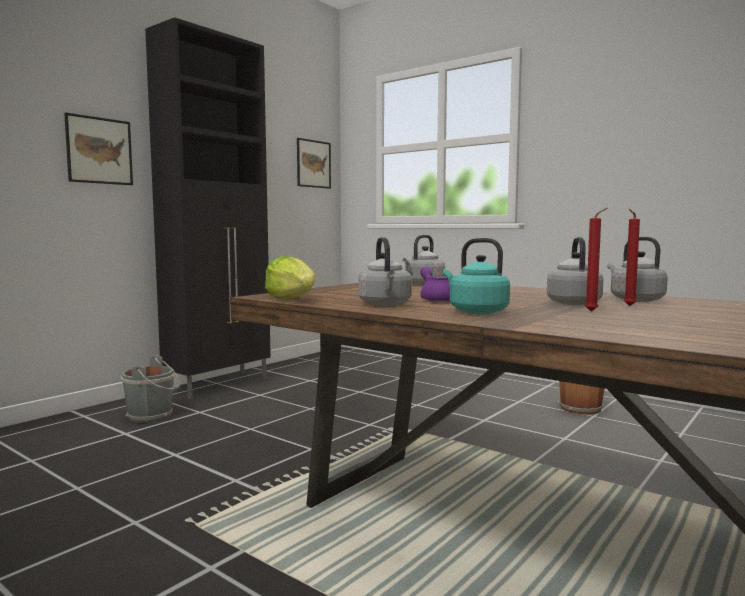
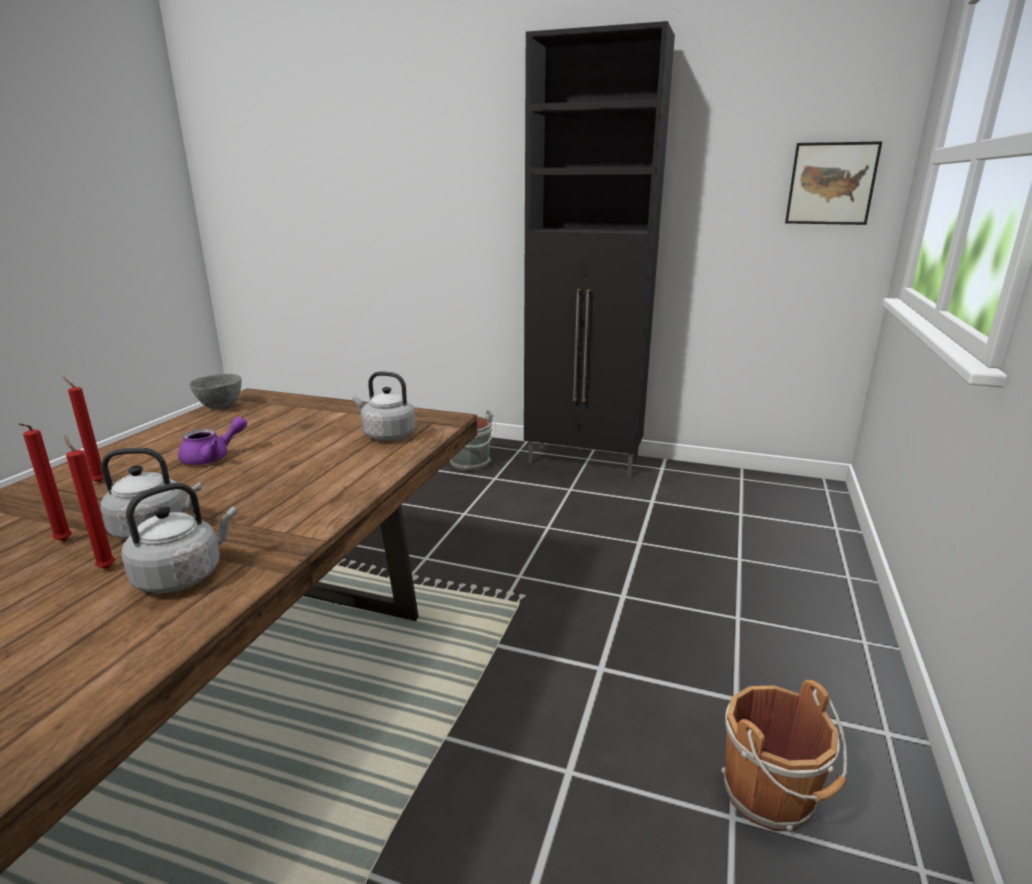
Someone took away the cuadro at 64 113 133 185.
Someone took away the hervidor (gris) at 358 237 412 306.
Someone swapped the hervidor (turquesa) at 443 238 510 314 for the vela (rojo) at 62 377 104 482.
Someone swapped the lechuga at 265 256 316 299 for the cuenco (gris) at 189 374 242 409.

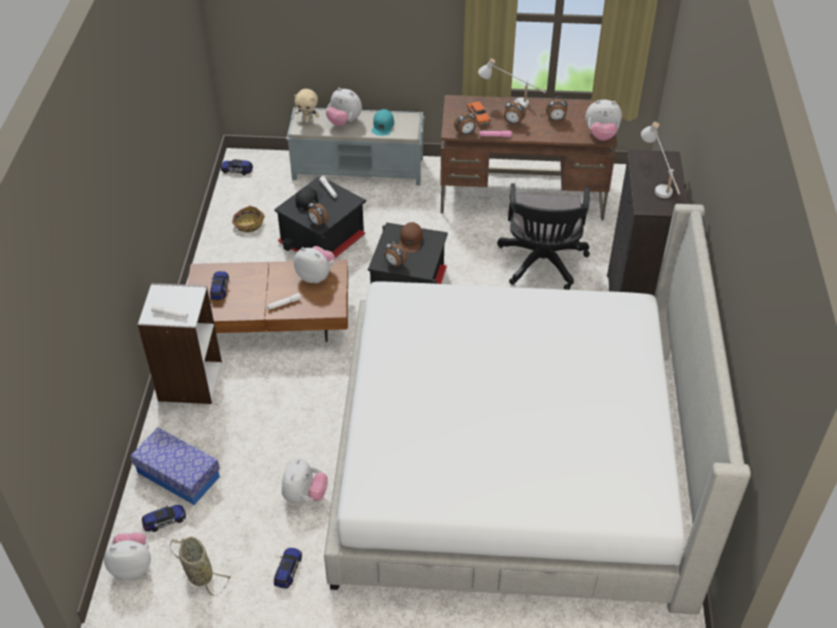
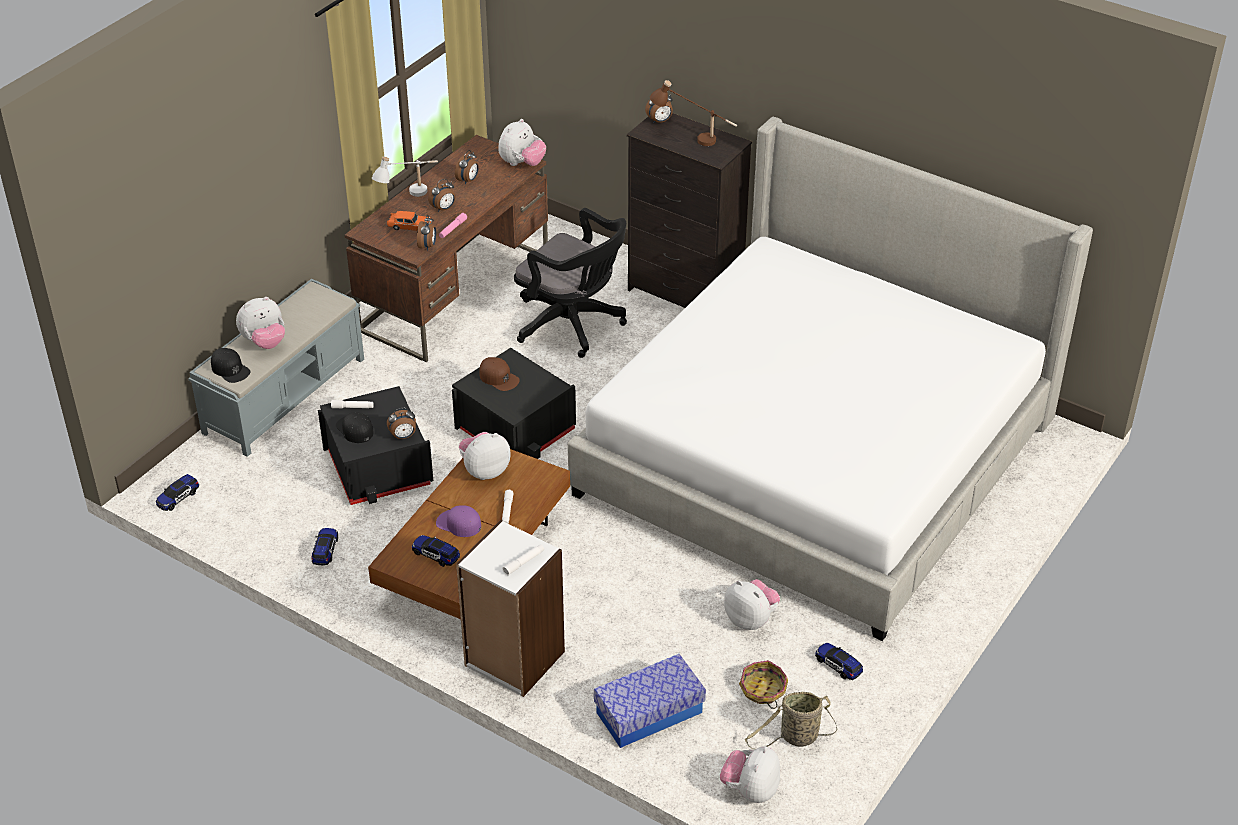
Someone swapped the peluche (beis) at 294 89 320 123 for the gorra (negro) at 211 348 251 383.
Someone took away the gorra (turquesa) at 372 109 394 136.
Someone repainted the lámpara de mesa (blanco) at 641 122 680 198, which became the lámpara de mesa (marrón) at 650 80 737 146.
Someone carried the cesta from 232 206 265 233 to 739 660 788 709.
Someone carried the despertador from 384 241 407 267 to 645 95 673 123.
Someone carried the coche de juguete from 142 505 186 532 to 312 528 338 565.
Someone put down the gorra (morado) at 436 505 481 537.

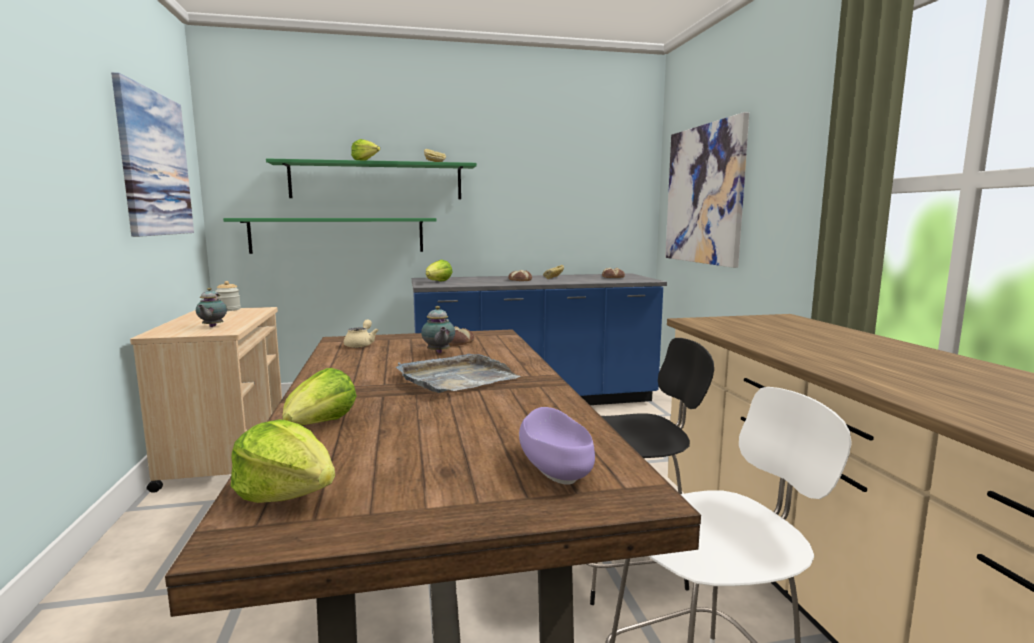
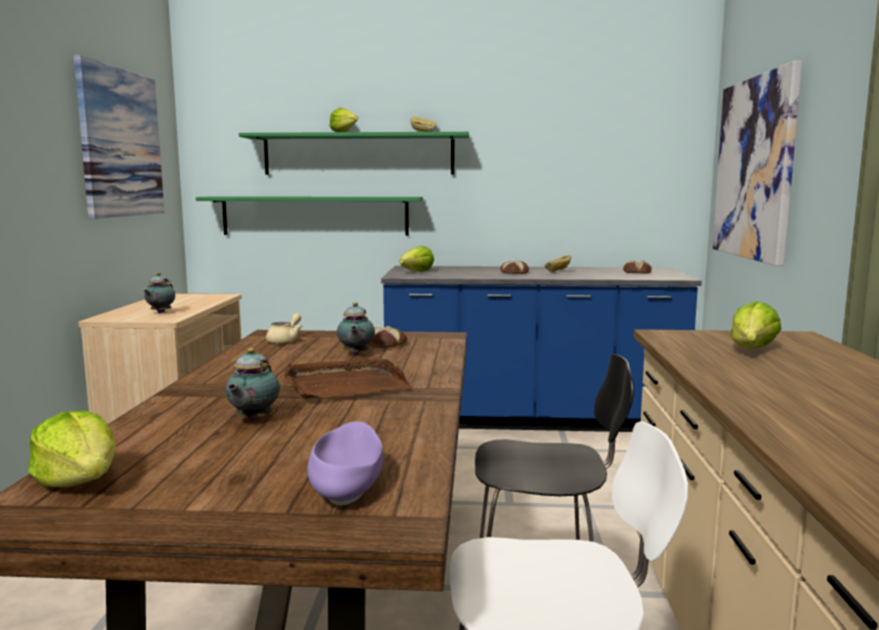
Someone took away the tarro at 215 281 241 311.
Someone repainted the bandeja (gris) at 395 354 520 393, which became the bandeja (marrón) at 284 358 412 399.
Someone carried the lechuga from 282 368 357 425 to 730 301 781 348.
Someone put down the tetera at 225 348 280 422.

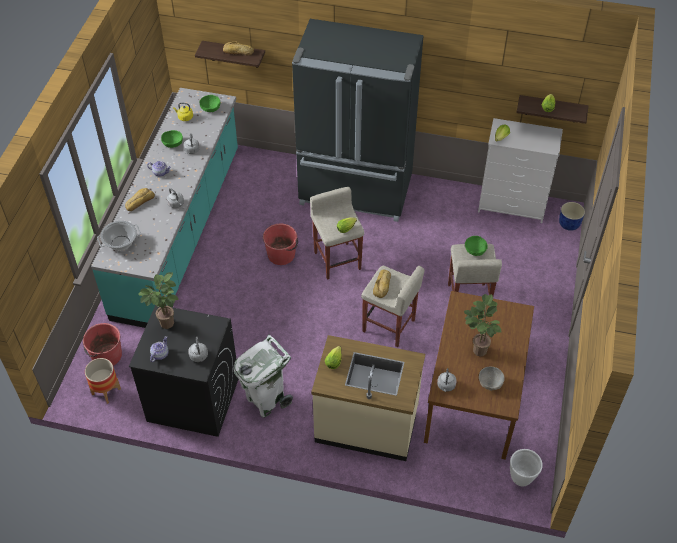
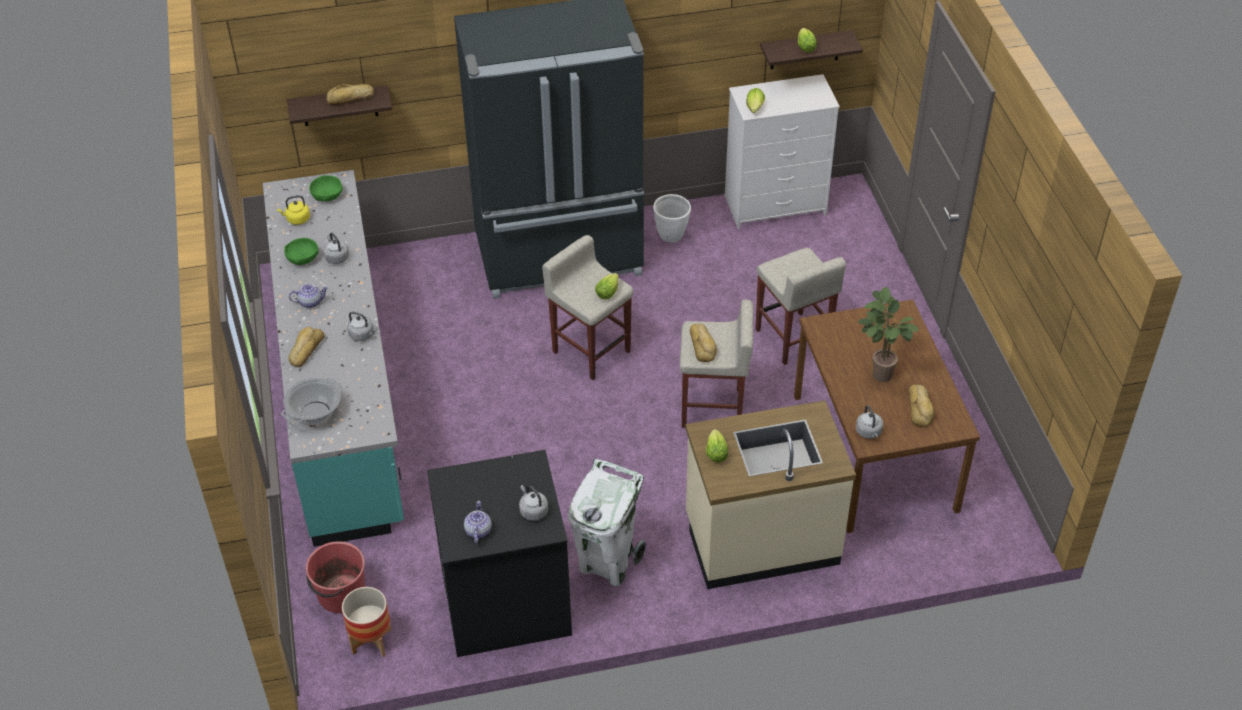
Someone took away the maceta (azul) at 559 202 585 231.
Someone took away the cubo (rojo) at 263 224 298 265.
Someone took away the cuenco (verde) at 465 236 487 256.
Someone took away the planta en maceta at 138 272 178 329.
Someone swapped the cuenco (gris) at 479 367 505 391 for the pan at 909 385 934 427.
Someone carried the maceta (blanco) from 510 449 543 487 to 653 194 691 242.

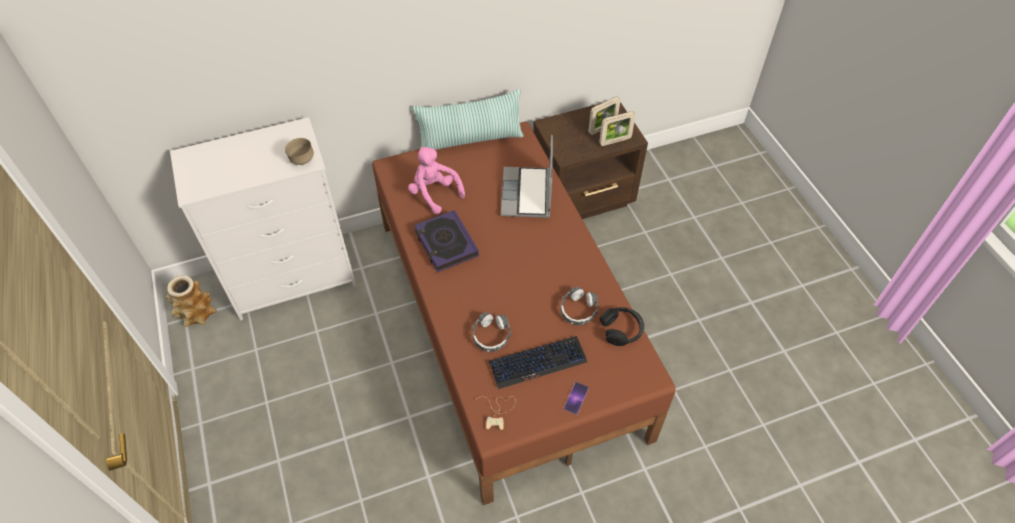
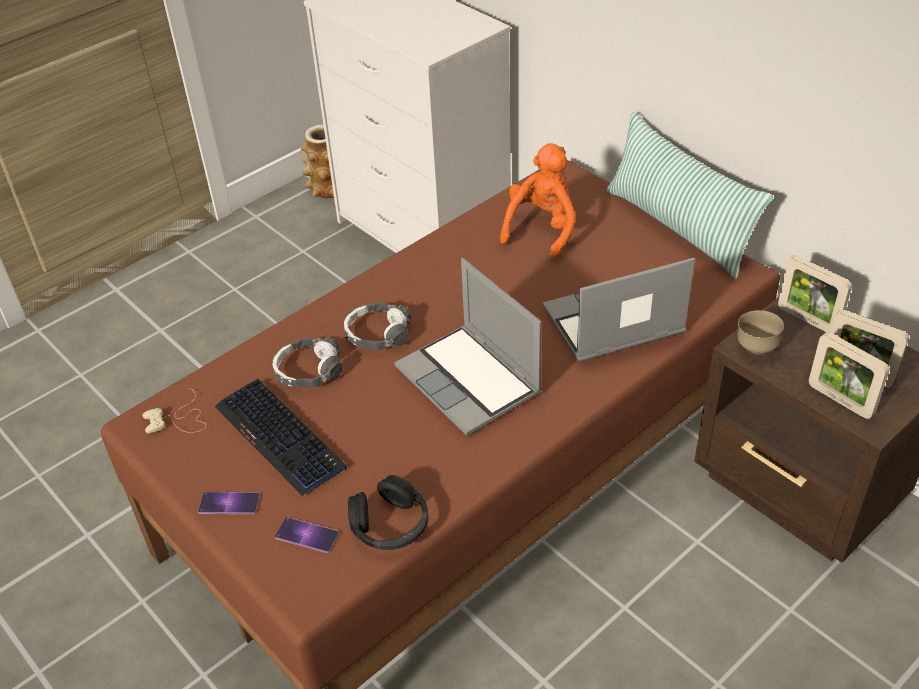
Someone carried the cuenco (marrón) from 285 138 314 165 to 738 310 784 354.
Someone repainted the peluche (rosa) at 408 147 465 214, which became the peluche (naranja) at 500 143 576 259.
Someone took away the libro at 414 210 479 272.
Someone carried the auriculares from 560 286 598 325 to 344 302 411 350.
Someone put down the portarretratos at 778 255 852 332.
Someone put down the portátil at 394 258 542 436.
Someone put down the móvil at 275 517 339 553.

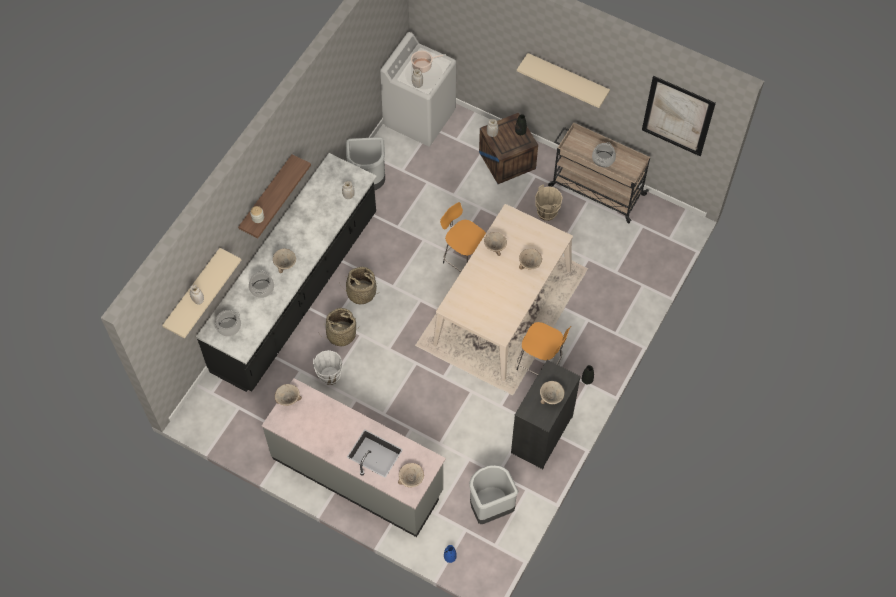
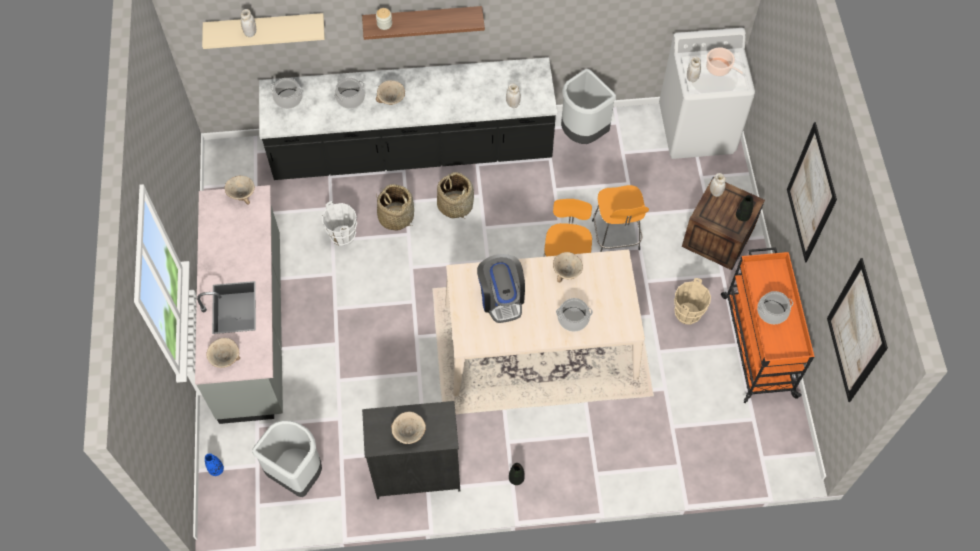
Someone swapped the estante (beis) at 517 53 610 108 for the cuadro at 787 122 837 262.
Someone repainted the carrito (beis) at 548 122 650 224, which became the carrito (naranja) at 721 247 815 403.
Someone swapped the cuenco (beis) at 519 249 542 270 for the olla at 556 298 593 332.
Someone carried the taburete (naranja) from 516 322 571 375 to 592 185 649 252.
Someone put down the cafetera at 477 254 525 323.

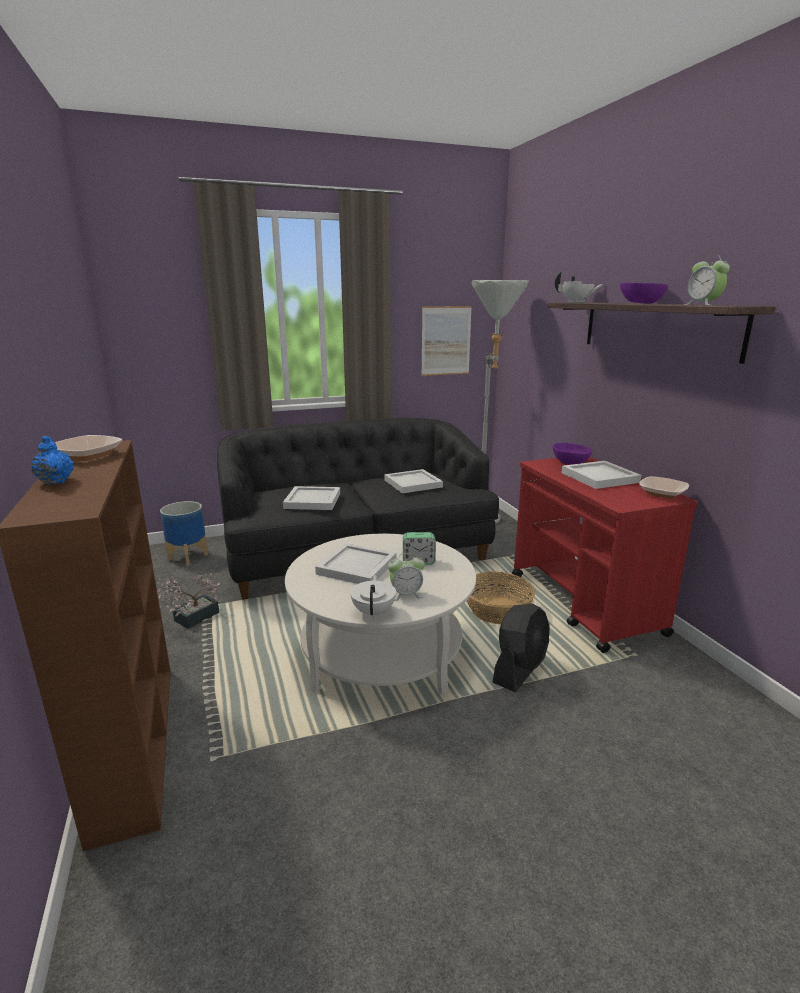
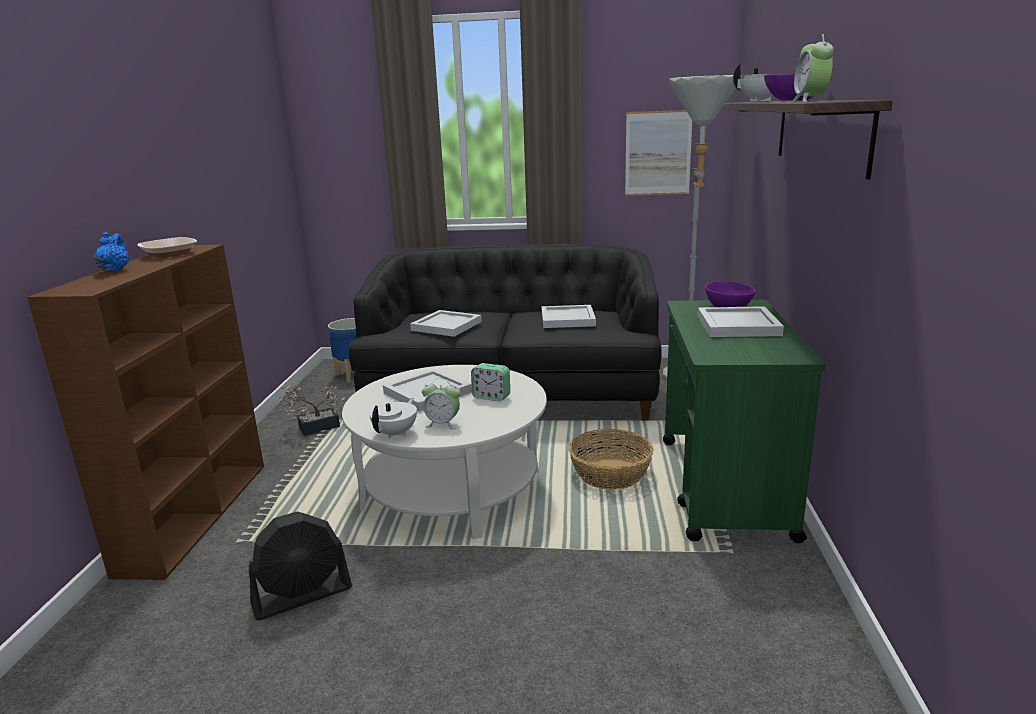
Someone repainted the carrito (rojo) at 512 457 698 653, which became the carrito (verde) at 663 300 825 543.
Someone took away the cuenco at 639 476 689 499.
Someone carried the ventilador (negro) from 492 604 549 692 to 249 512 352 620.

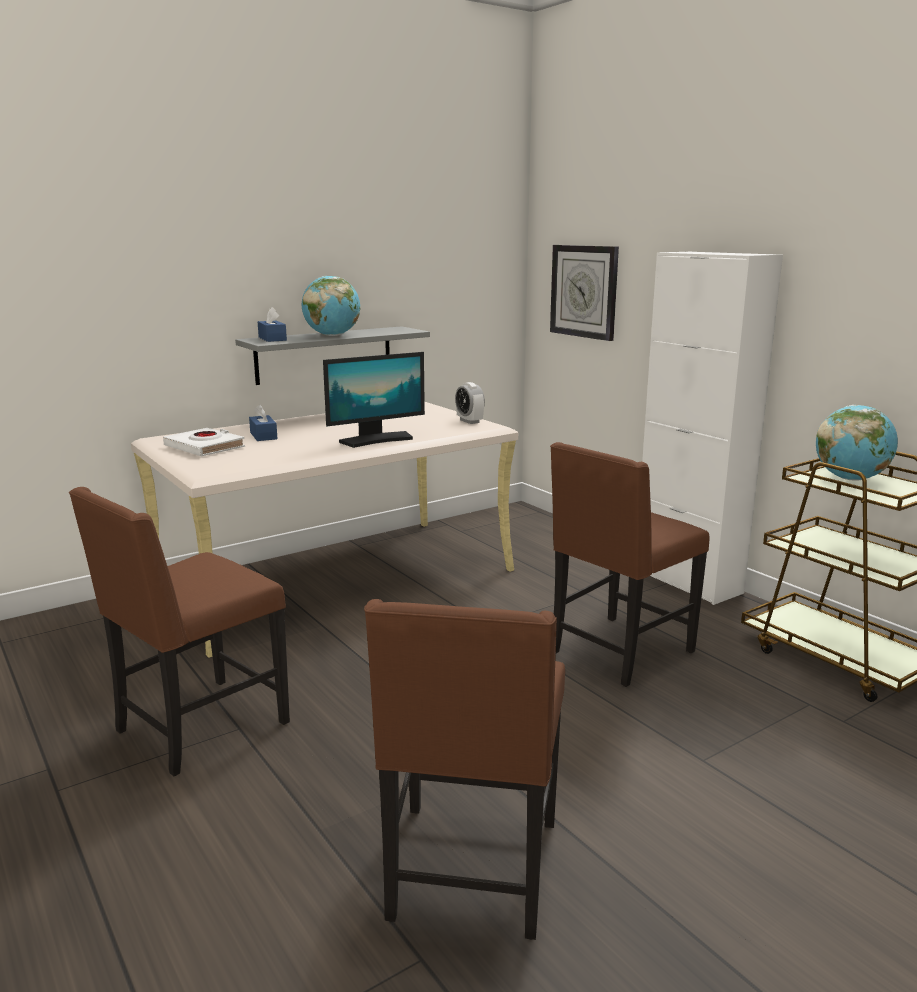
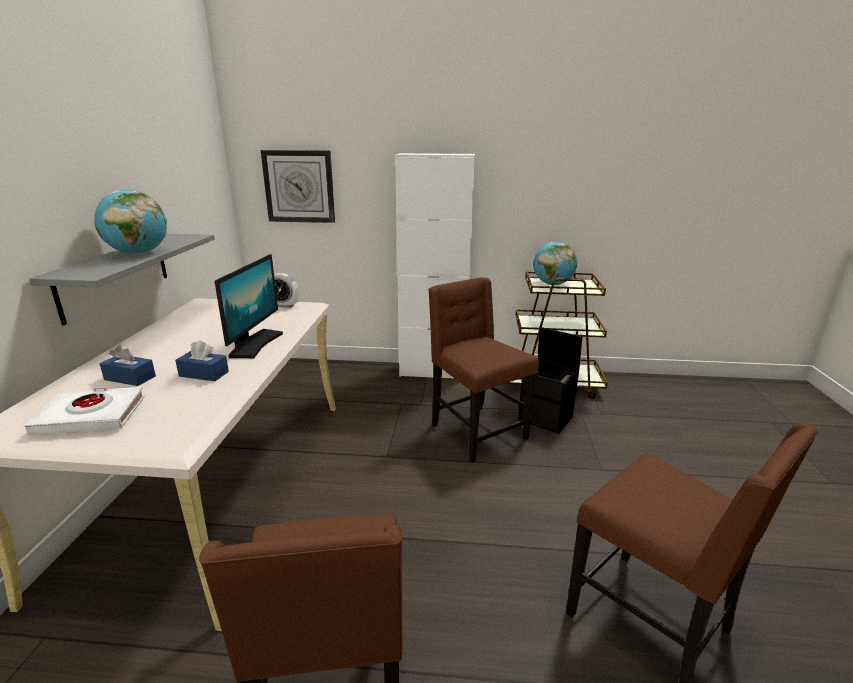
Someone carried the caja de pañuelos (azul) from 258 307 287 342 to 175 340 229 381.
Someone rotated the silla (marrón) at 550 442 709 687 by 150 degrees clockwise.
Someone put down the caja de almacenaje (negro) at 518 327 582 434.

